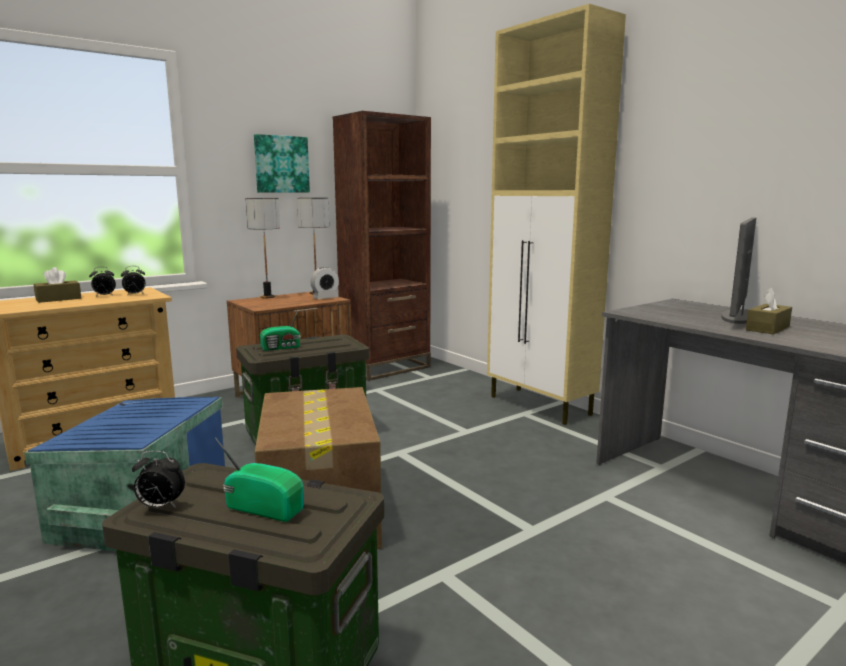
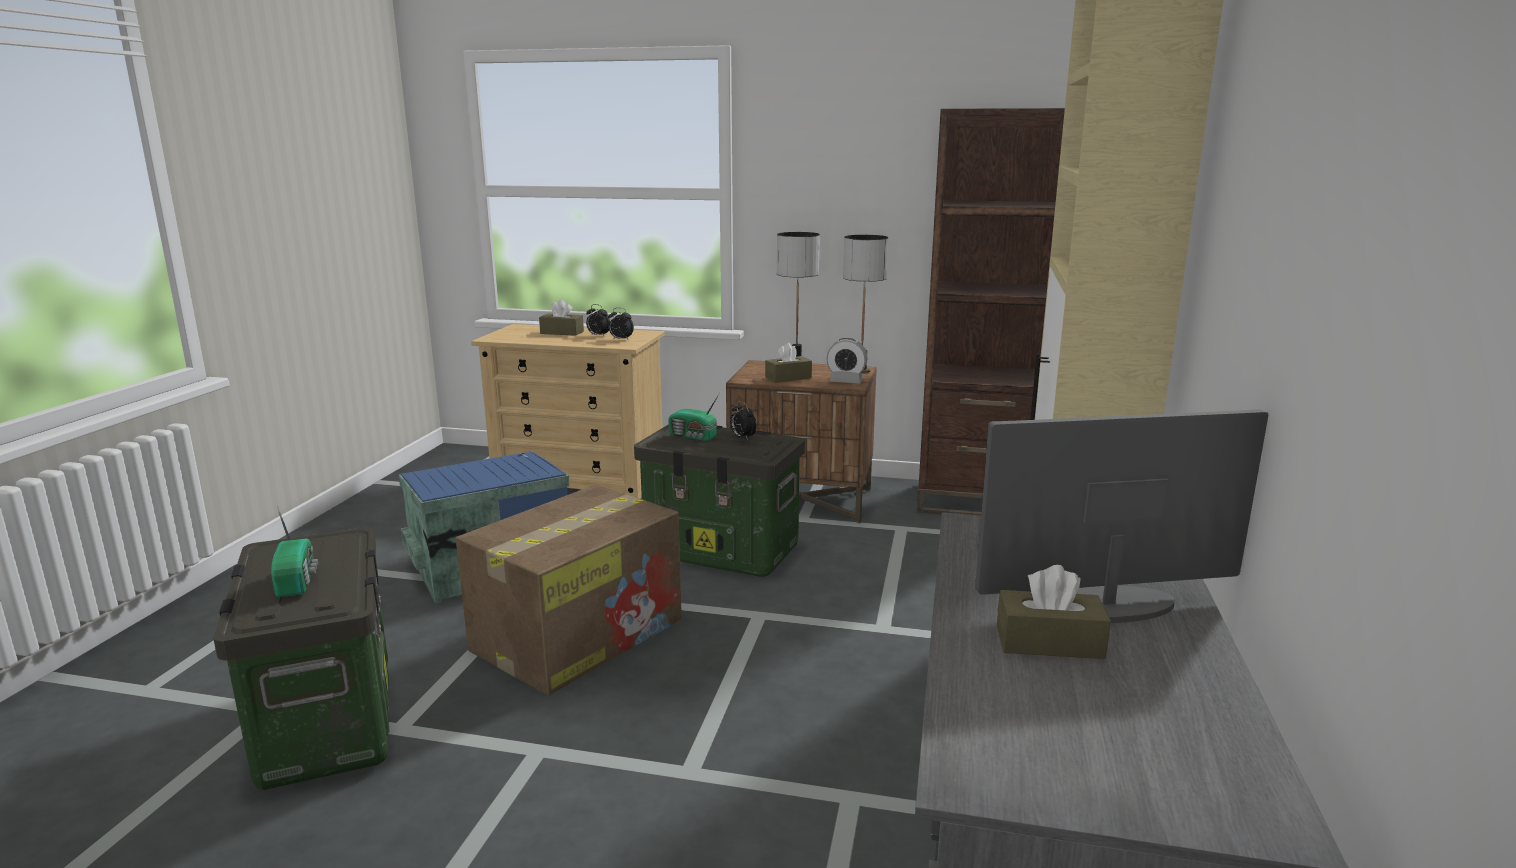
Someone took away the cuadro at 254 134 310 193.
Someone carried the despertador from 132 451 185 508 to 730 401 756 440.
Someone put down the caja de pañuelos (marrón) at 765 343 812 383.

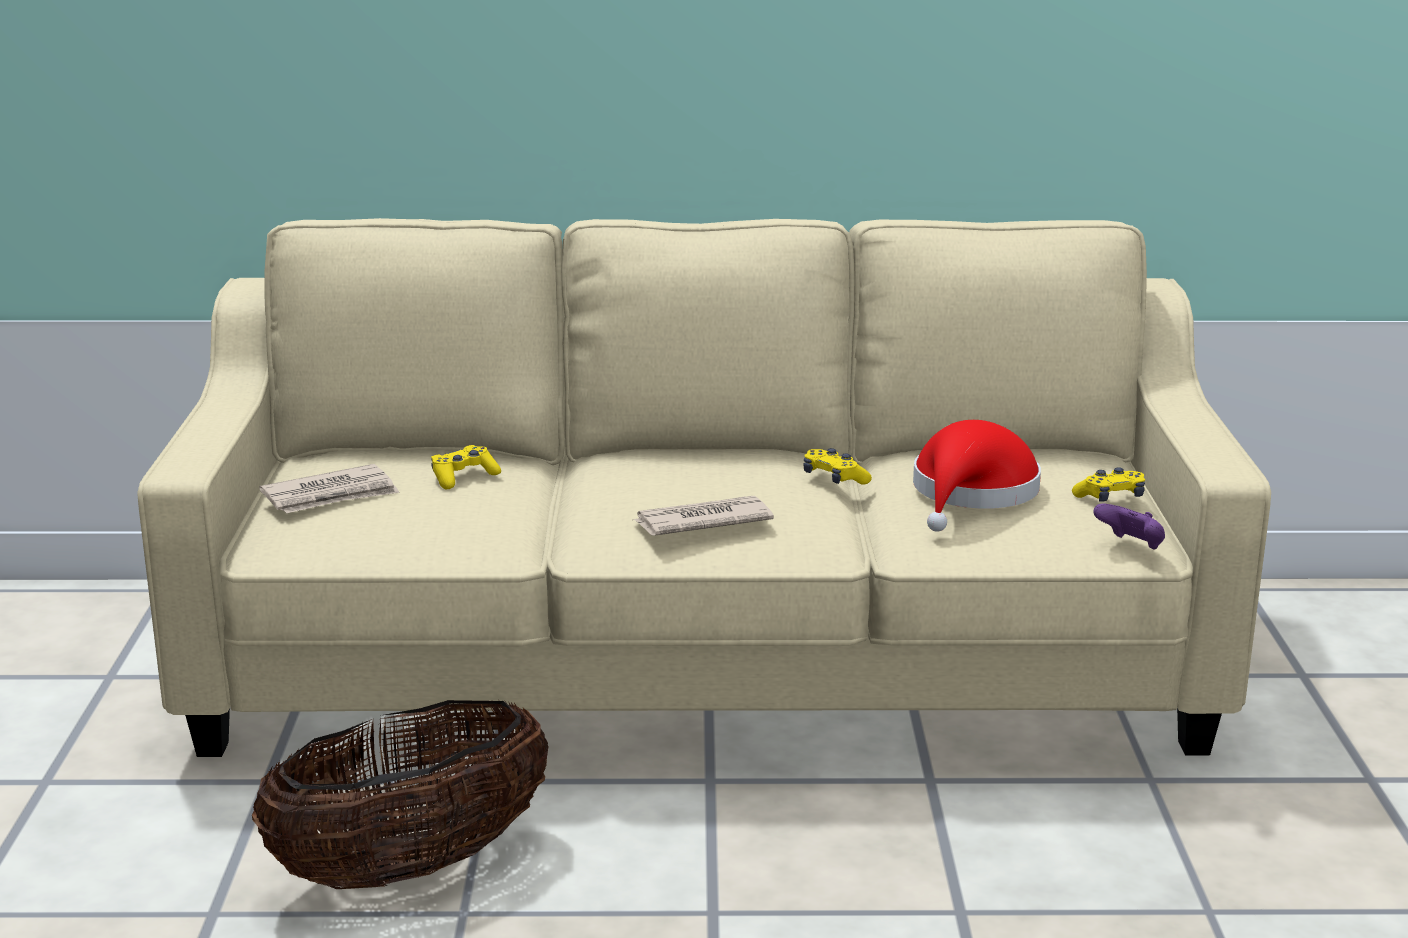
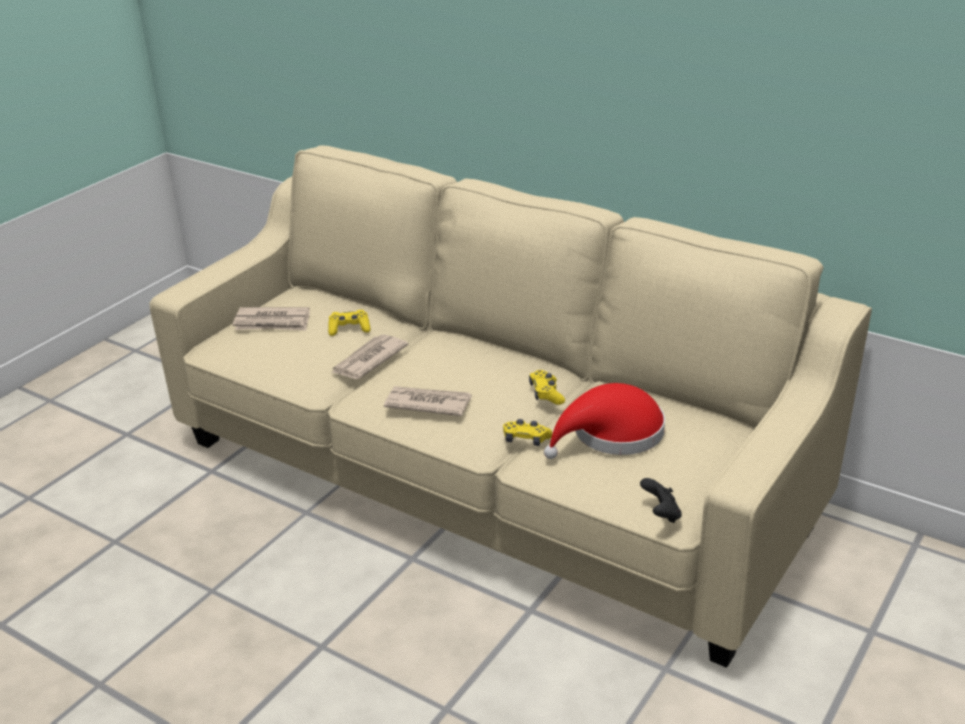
Someone carried the mando de consola (amarillo) from 1072 467 1145 502 to 503 419 552 446.
Someone repainted the mando de consola (morado) at 1094 503 1165 549, which became the mando de consola (negro) at 640 478 682 523.
Someone took away the cesta at 252 700 549 889.
Someone put down the periódico at 331 334 409 379.

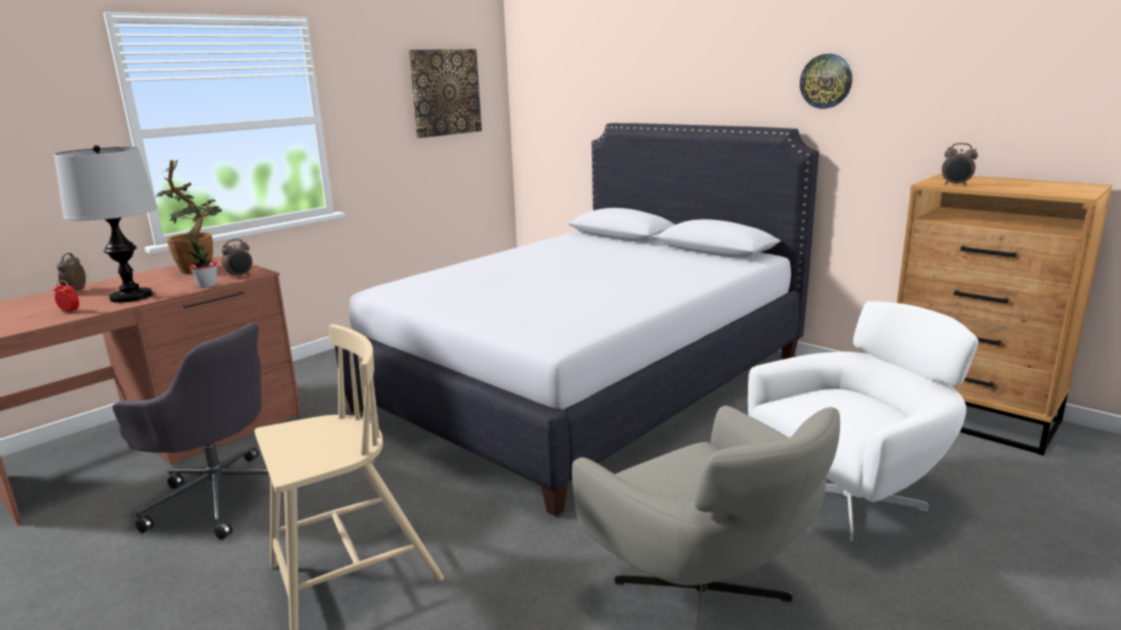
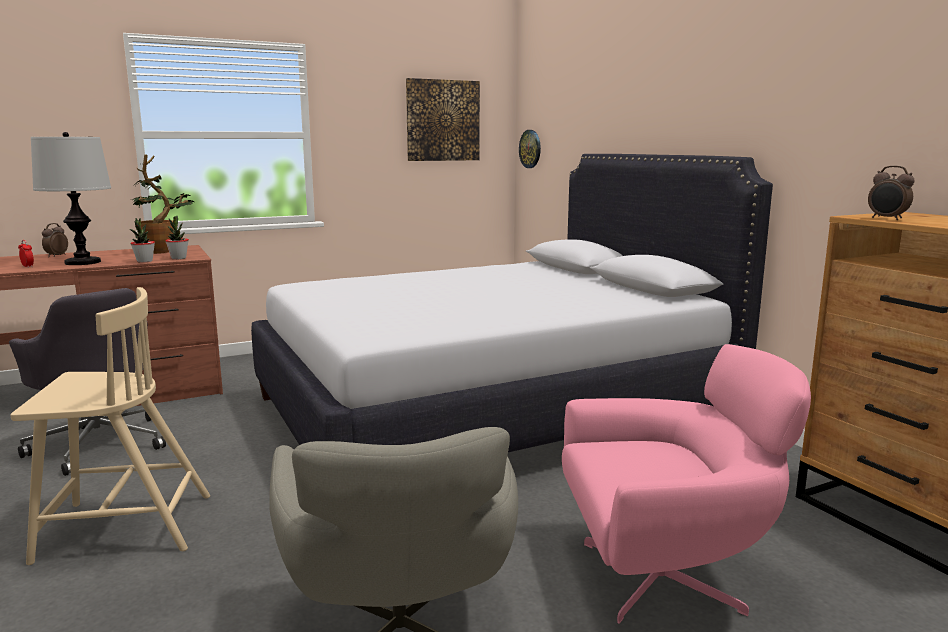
Someone carried the reloj de pared from 800 54 852 109 to 519 130 541 168.
Someone swapped the despertador at 222 239 253 279 for the planta en maceta at 165 216 189 259.
Someone repainted the sillón (blanco) at 748 301 978 541, which became the sillón (rosa) at 562 344 811 624.

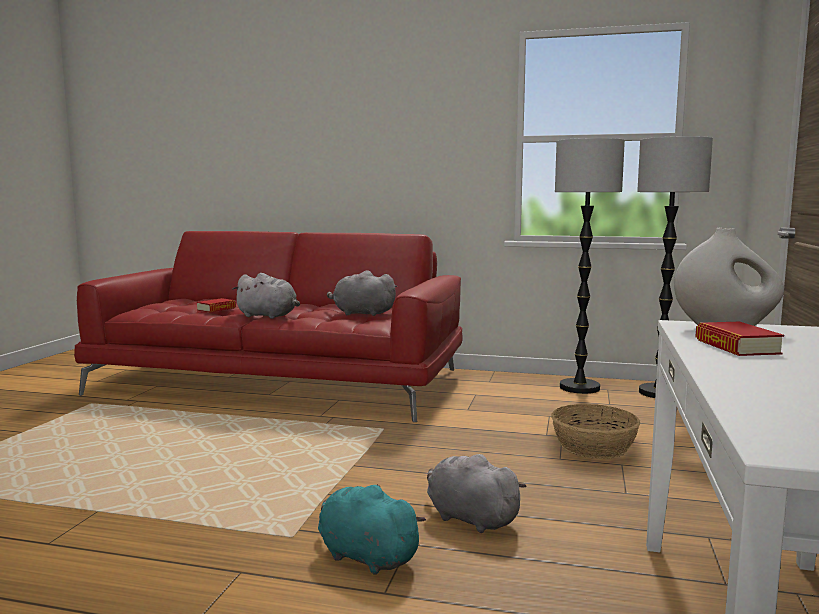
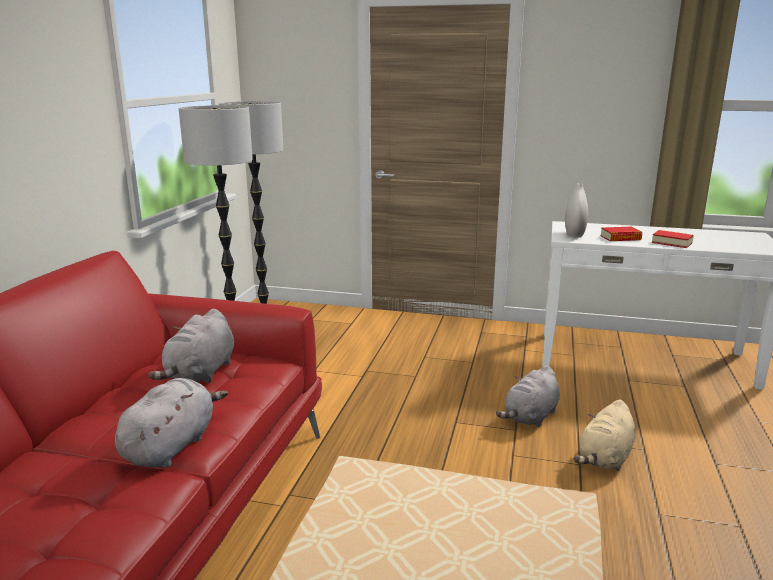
Someone carried the libro from 196 298 236 313 to 652 230 694 248.
Someone took away the cesta at 551 404 640 459.
Someone repainted the peluche (turquesa) at 318 484 426 575, which became the peluche (beis) at 573 400 636 471.

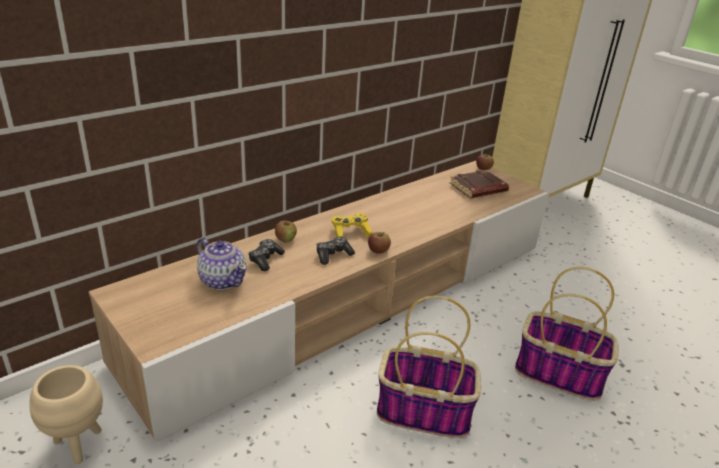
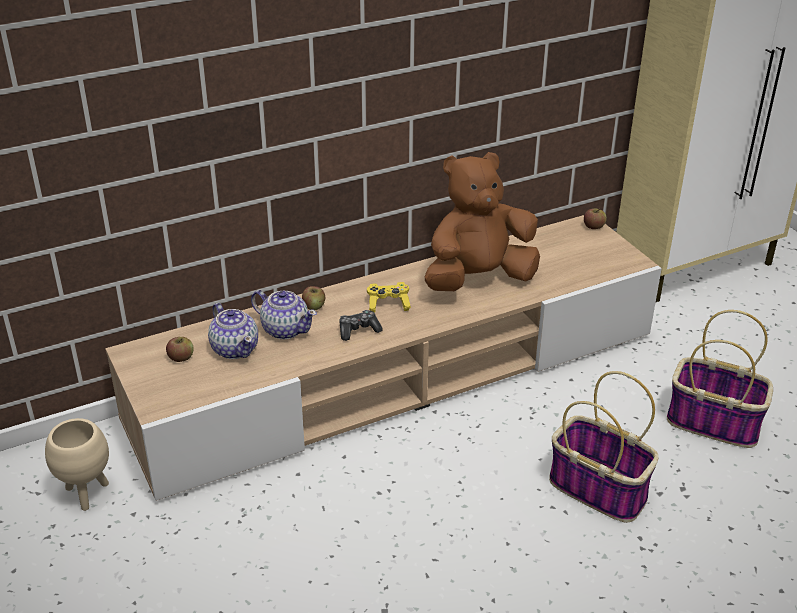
Someone took away the libro (marrón) at 450 170 509 199.
Someone carried the manzana from 368 232 391 254 to 166 337 194 362.
Someone swapped the mando de consola at 248 239 285 271 for the tetera at 251 290 317 339.
Someone carried the cesta from 377 296 481 438 to 667 310 773 448.
Someone put down the peluche (marrón) at 425 152 540 291.

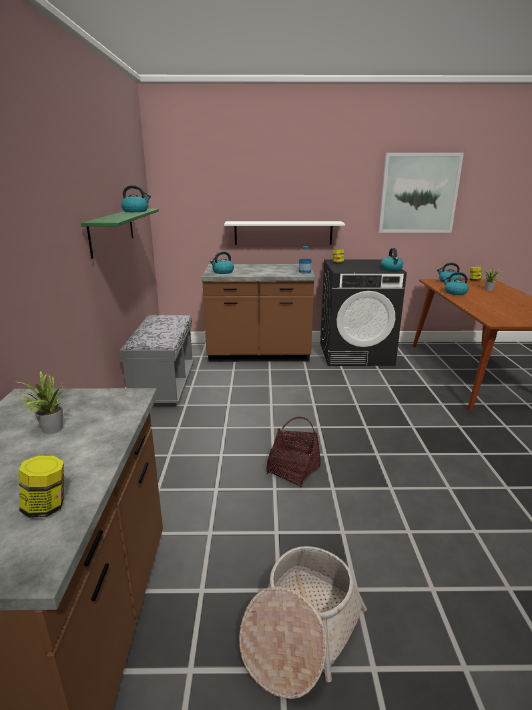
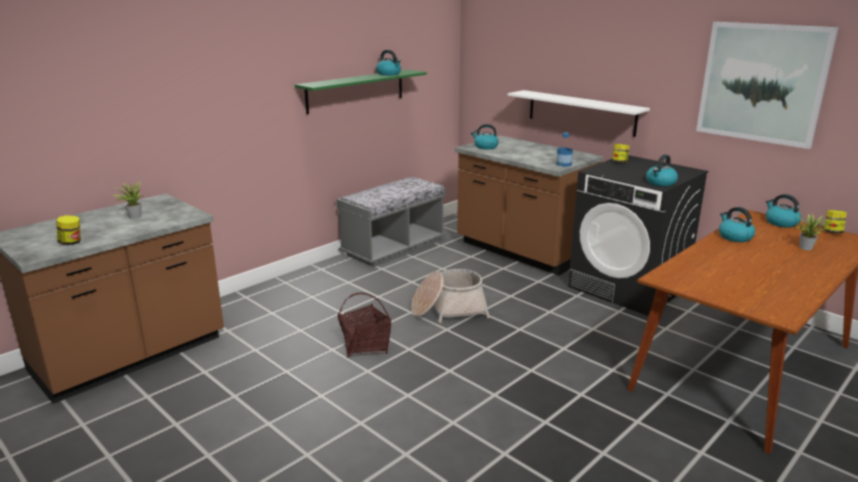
Someone carried the cesta from 239 546 367 699 to 411 269 490 323.

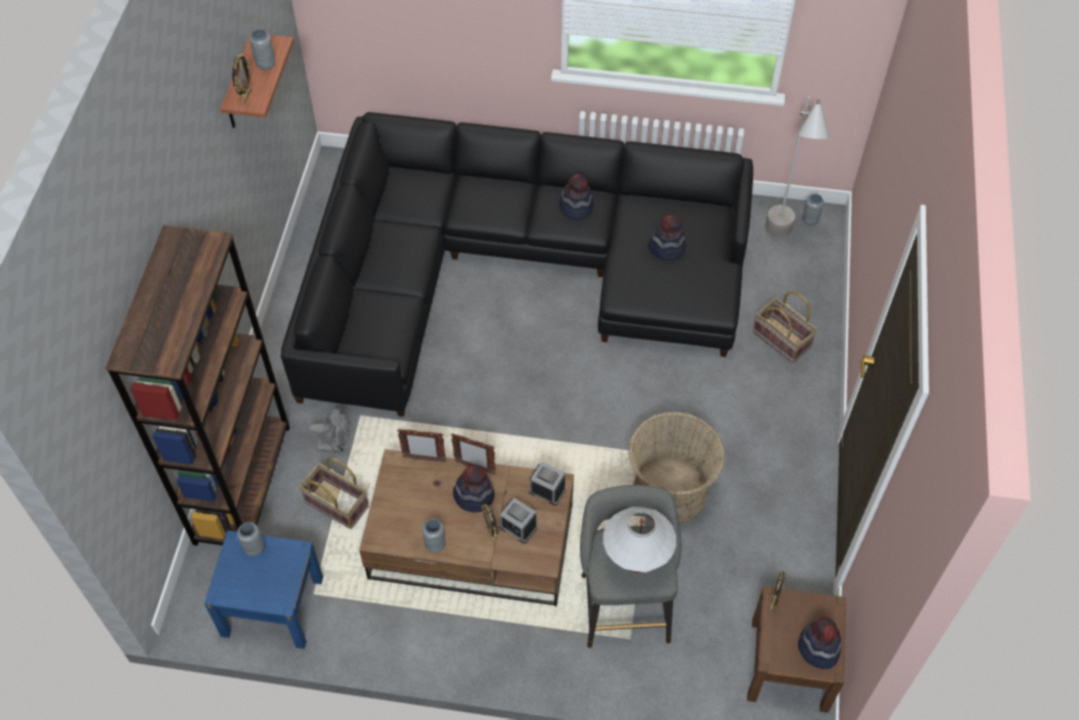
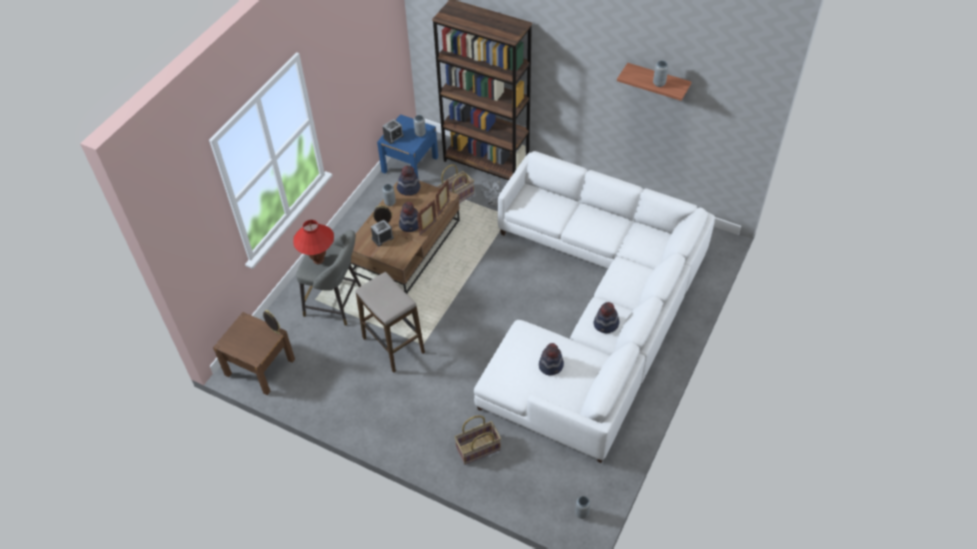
Someone took away the portarretratos at 232 54 252 104.
Someone took away the lámpara de pie (gris) at 765 96 830 238.
Someone repainted the sofá (negro) at 281 112 753 417, which became the sofá (blanco) at 474 151 715 463.
Someone swapped the cesta at 628 412 725 524 for the taburete at 355 272 425 373.
Someone carried the despertador from 529 462 567 506 to 383 119 404 144.
Someone repainted the lámpara de mesa (blanco) at 603 507 676 573, which became the lámpara de mesa (rojo) at 293 220 334 264.
Someone carried the sombrero from 798 616 842 669 to 397 166 420 196.

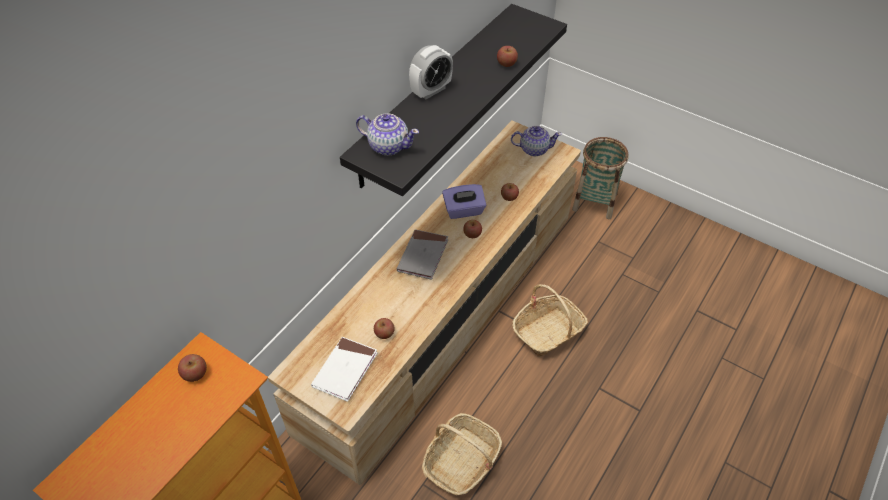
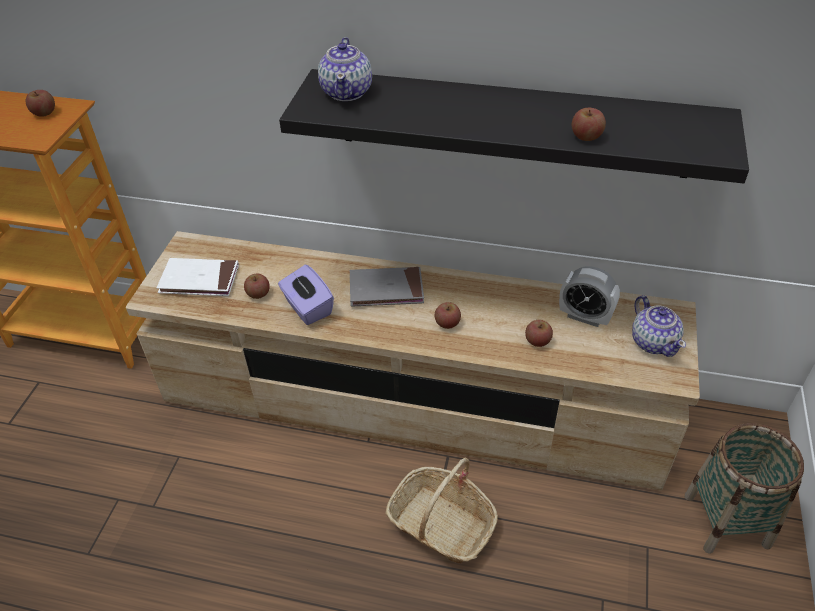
Someone carried the despertador from 409 45 453 99 to 559 266 620 327.
Someone carried the caja de pañuelos (morado) from 442 184 486 219 to 278 265 334 325.
Someone took away the cesta at 422 413 502 495.

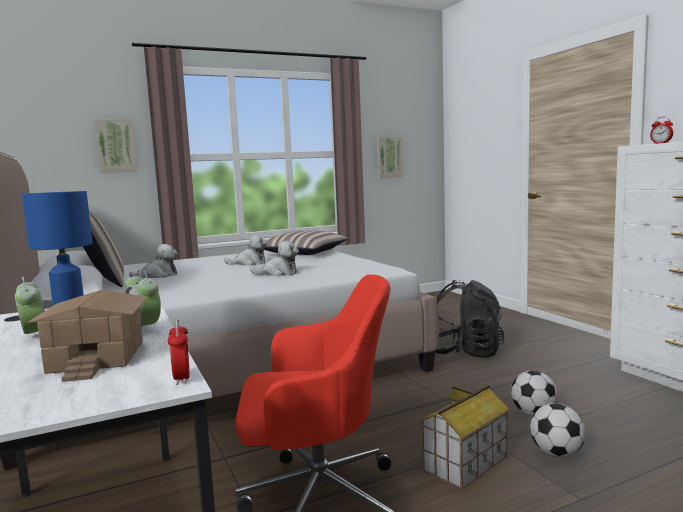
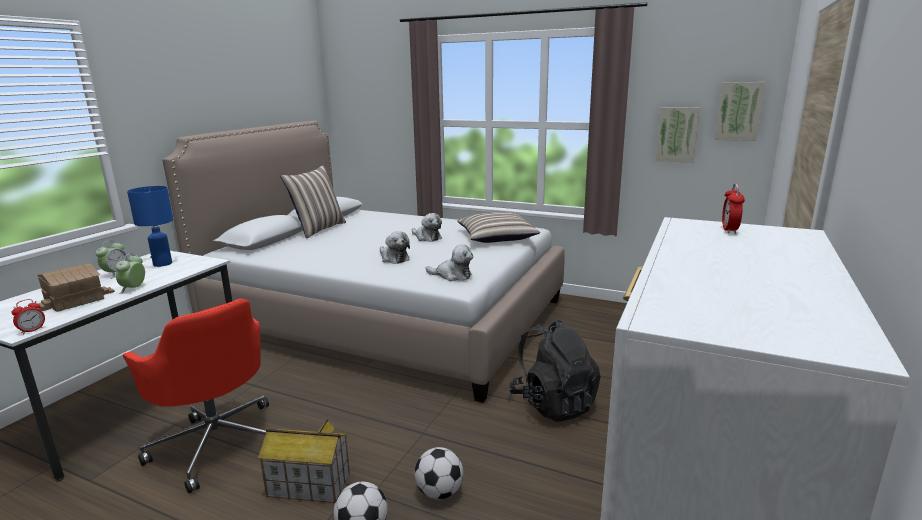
Someone carried the cuadro from 95 120 137 173 to 715 82 765 141.
Someone carried the peluche from 129 244 178 278 to 426 244 473 281.

